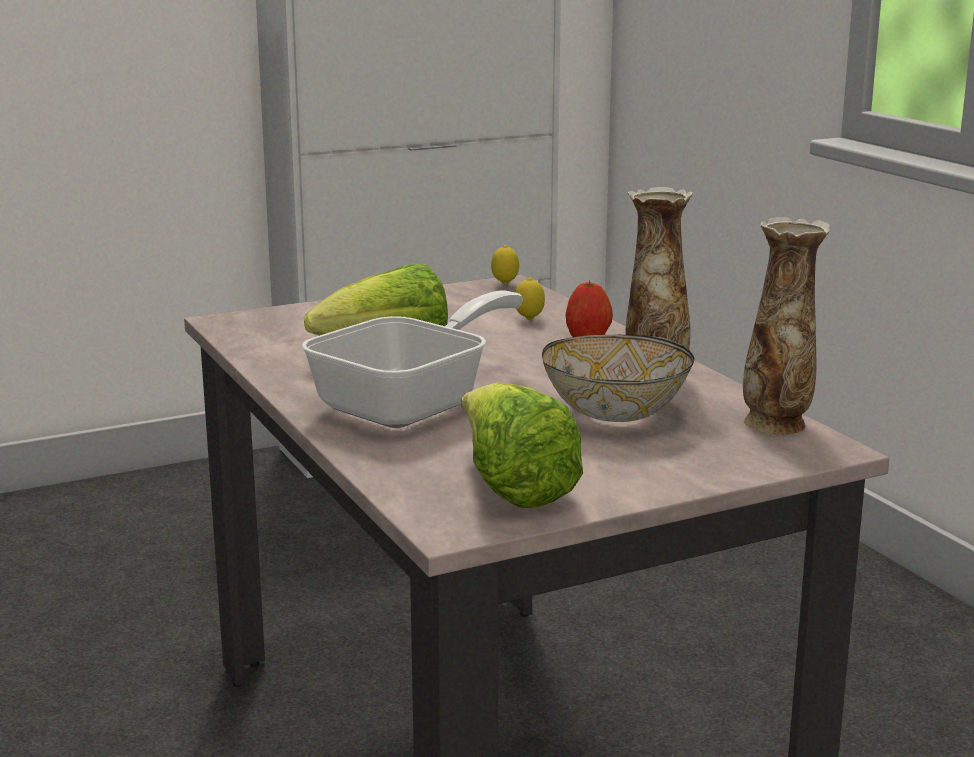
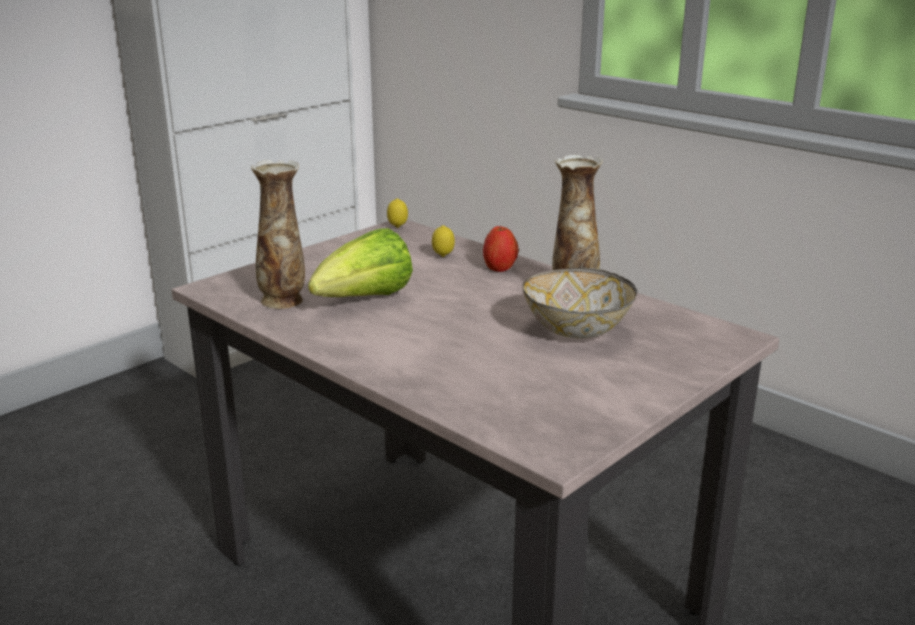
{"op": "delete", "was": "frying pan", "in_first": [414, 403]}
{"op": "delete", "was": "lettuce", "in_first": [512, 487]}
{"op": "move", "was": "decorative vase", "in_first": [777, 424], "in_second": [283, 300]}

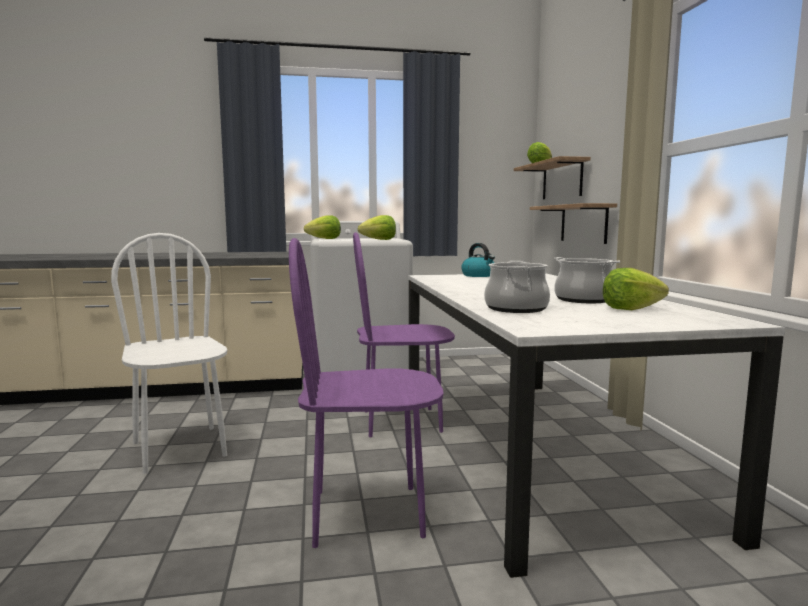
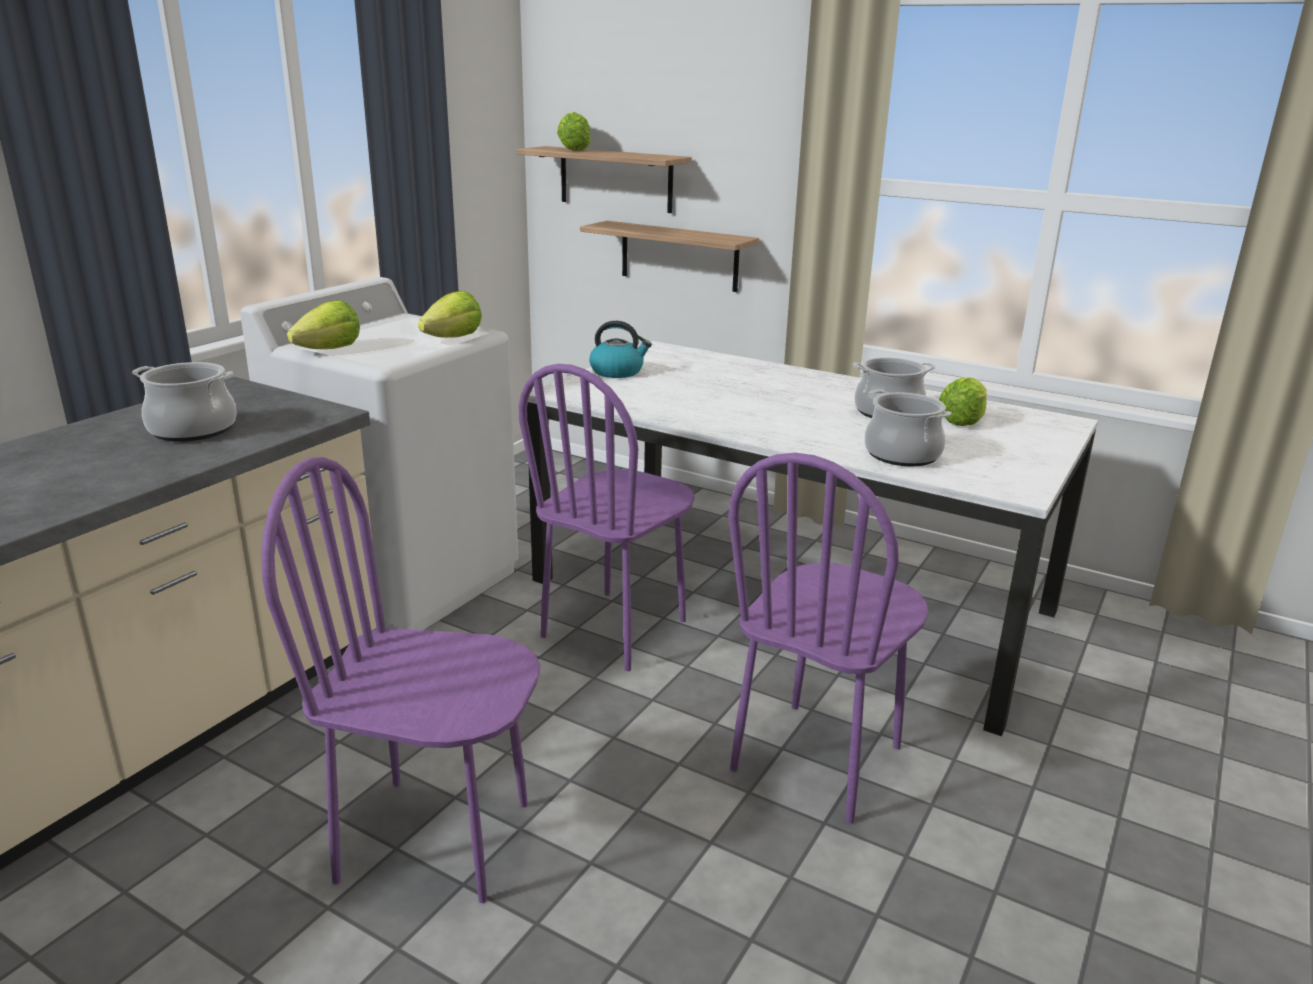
{"op": "recolor", "was": "white chair", "now": "purple-coloured chair", "in_first": [180, 449], "in_second": [435, 839]}
{"op": "insert", "now": "cooking pot", "in_second": [192, 429]}

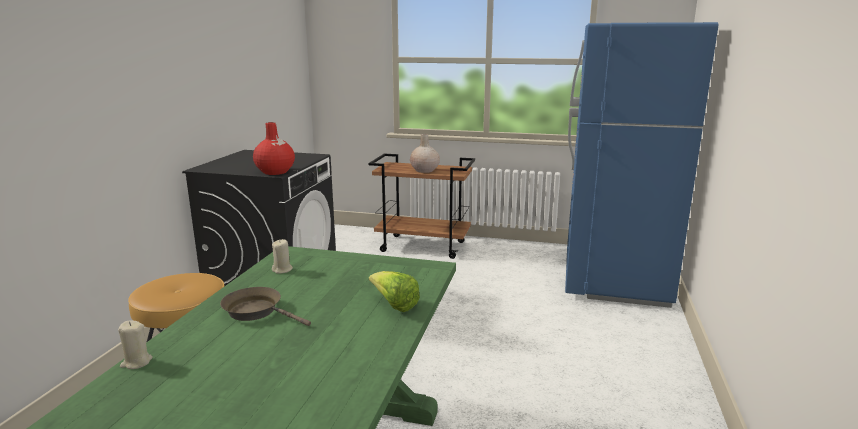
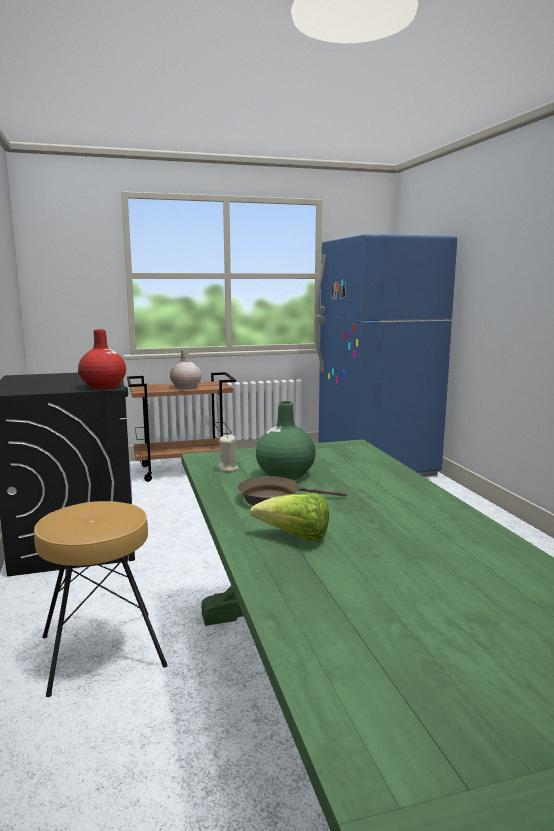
{"op": "delete", "was": "beige wax candle", "in_first": [136, 362]}
{"op": "move", "was": "lettuce", "in_first": [394, 305], "in_second": [295, 537]}
{"op": "insert", "now": "greenish decorative vase", "in_second": [285, 474]}

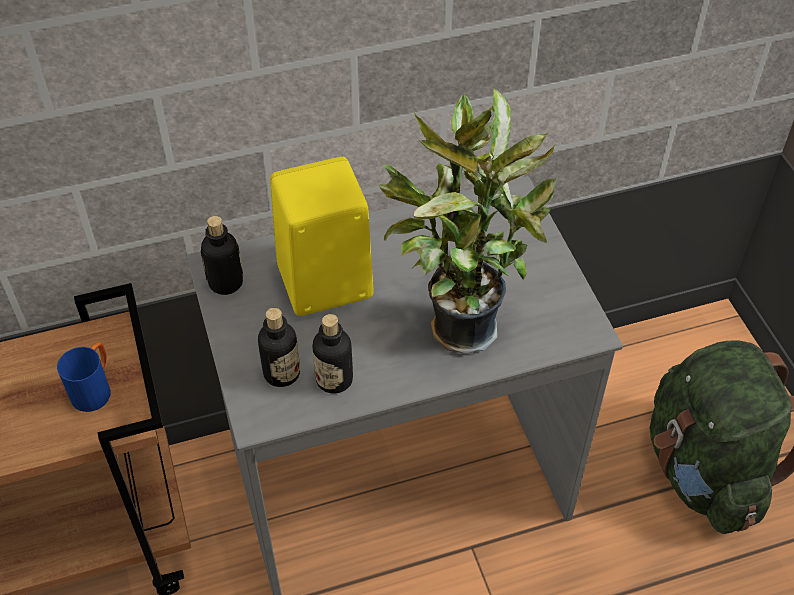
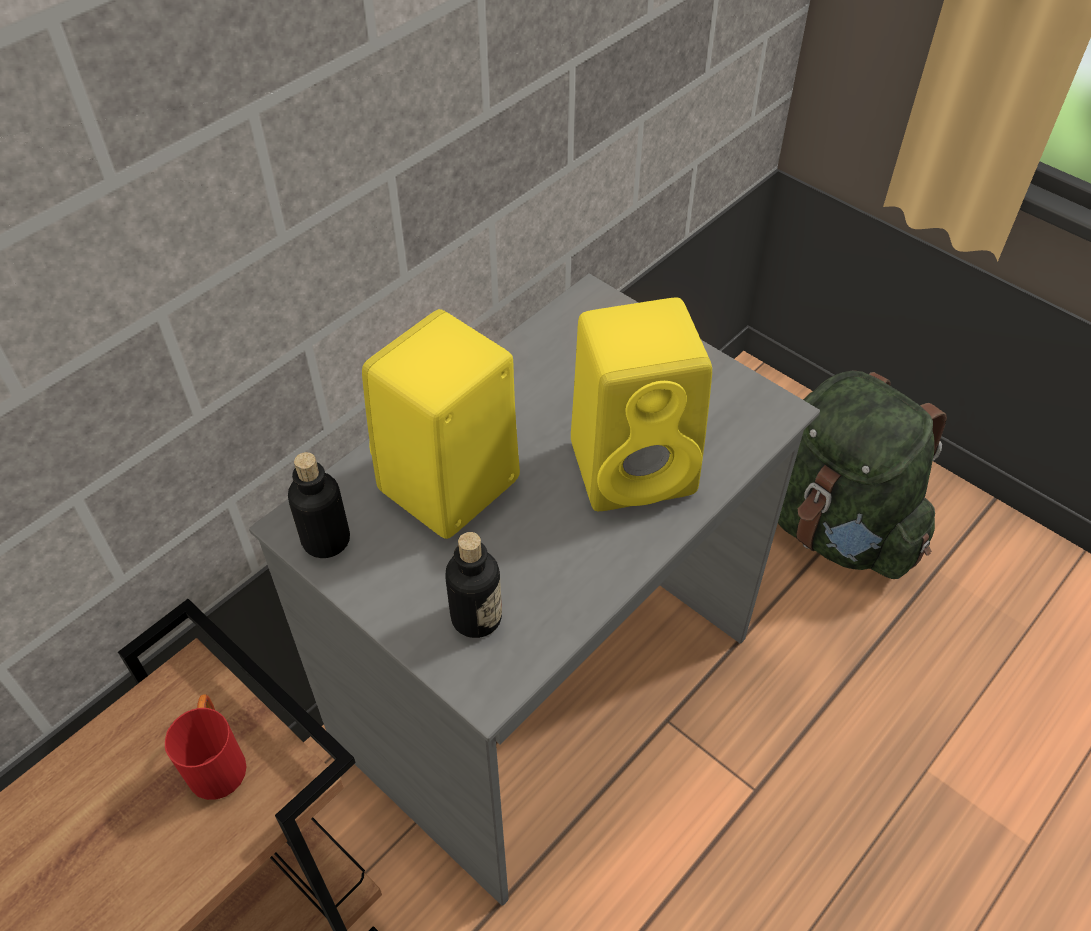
{"op": "recolor", "was": "blue-coloured tea mug", "now": "red tea mug", "in_first": [95, 389], "in_second": [217, 760]}
{"op": "delete", "was": "bottle", "in_first": [334, 379]}
{"op": "replace", "was": "plant in a pot", "now": "yellow speaker", "in_first": [457, 325], "in_second": [636, 466]}

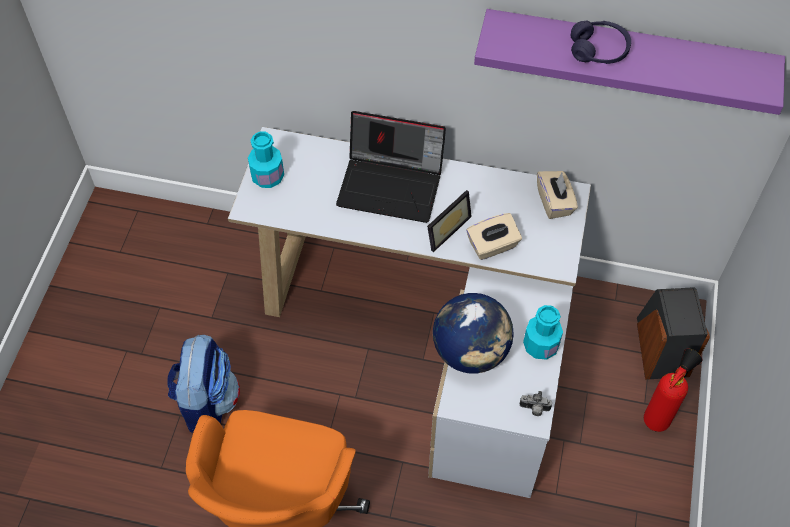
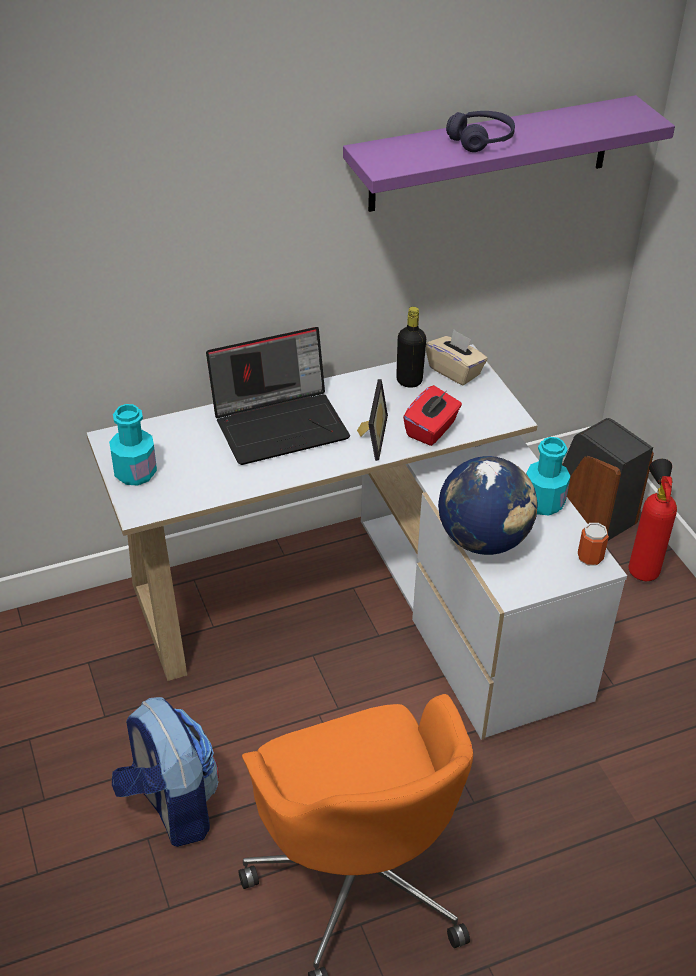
{"op": "recolor", "was": "beige tissue holder", "now": "red tissue holder", "in_first": [492, 246], "in_second": [431, 430]}
{"op": "replace", "was": "still camera", "now": "metal can", "in_first": [534, 409], "in_second": [590, 557]}
{"op": "insert", "now": "black bottle", "in_second": [409, 381]}

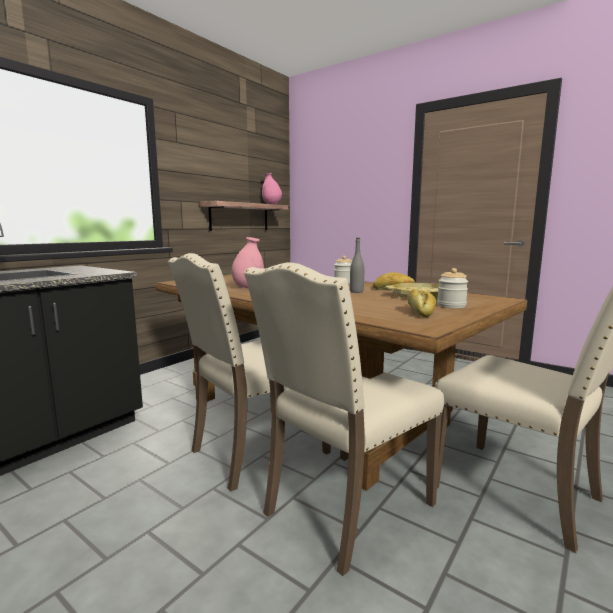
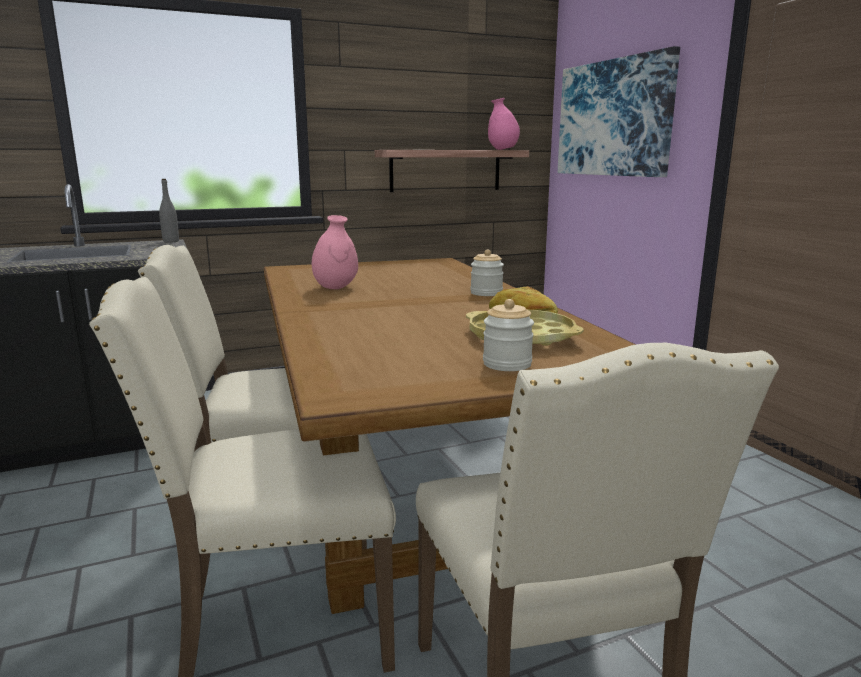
{"op": "move", "was": "grey bottle", "in_first": [356, 292], "in_second": [171, 241]}
{"op": "delete", "was": "bakery bread", "in_first": [420, 312]}
{"op": "insert", "now": "picture", "in_second": [613, 118]}

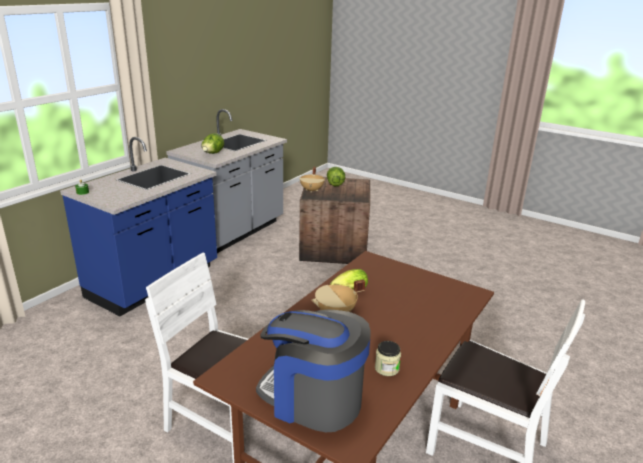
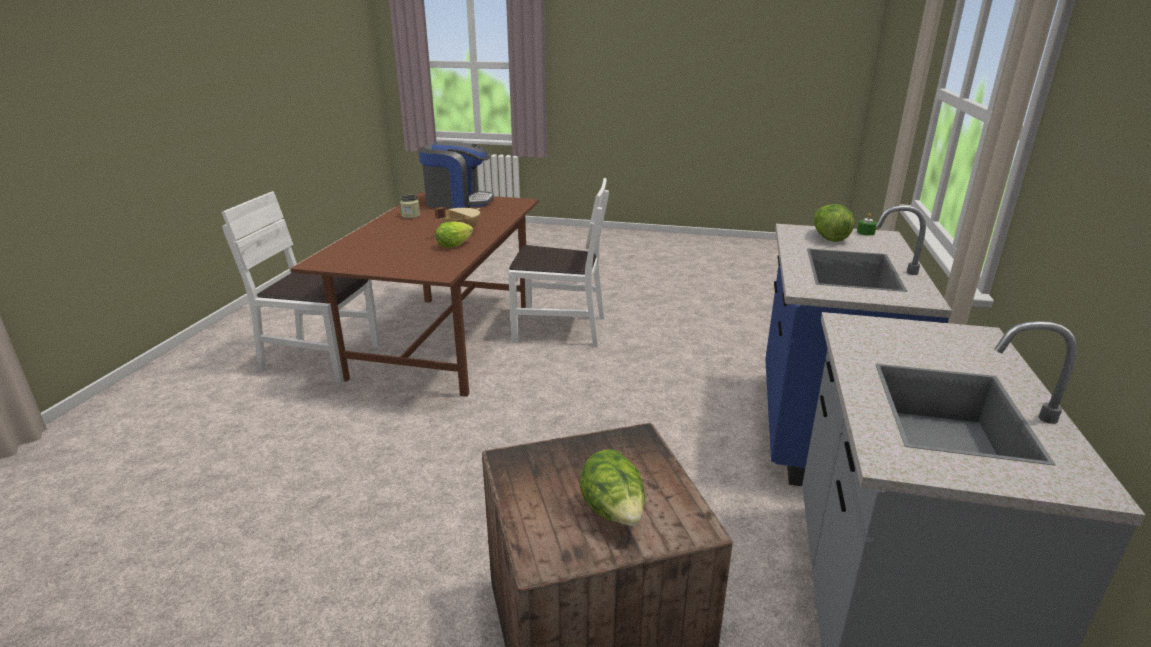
{"op": "move", "was": "lettuce", "in_first": [212, 154], "in_second": [829, 238]}
{"op": "delete", "was": "beige cooking pot", "in_first": [312, 190]}

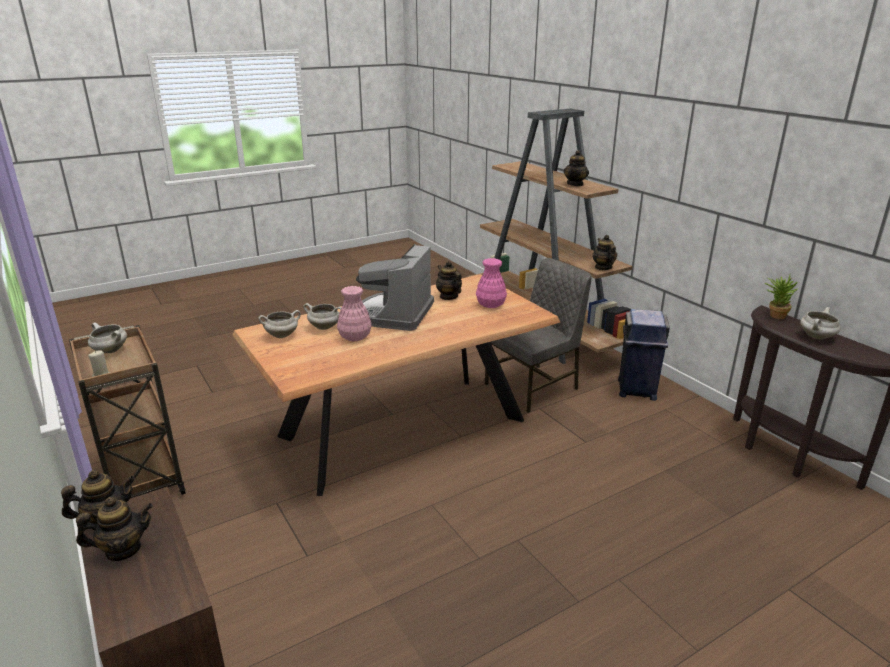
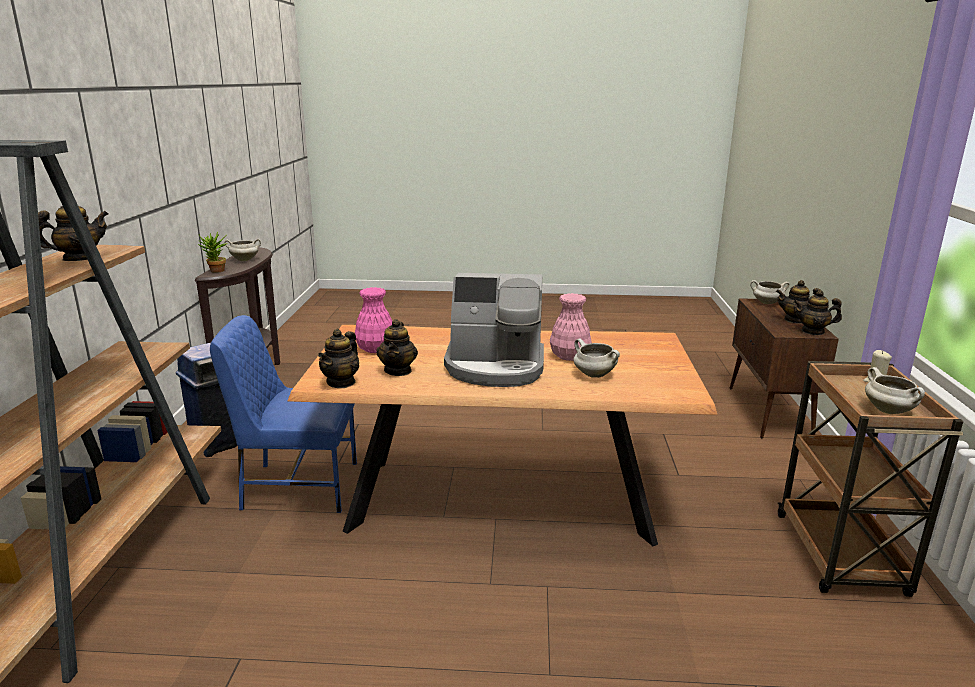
{"op": "move", "was": "white cooking pot", "in_first": [282, 335], "in_second": [766, 303]}
{"op": "rotate", "was": "coffee brewer", "in_first": [395, 314], "in_second": [495, 367], "clockwise": 45}
{"op": "recolor", "was": "grey chair", "now": "blue-coloured chair", "in_first": [533, 387], "in_second": [298, 486]}
{"op": "move", "was": "teapot", "in_first": [603, 267], "in_second": [341, 382]}

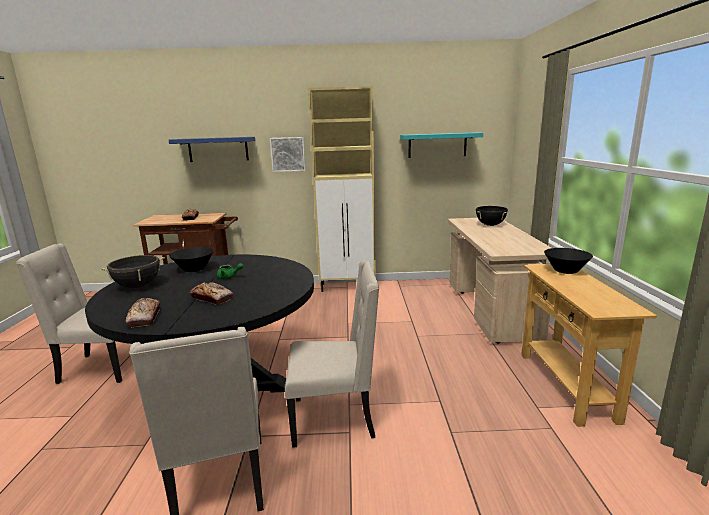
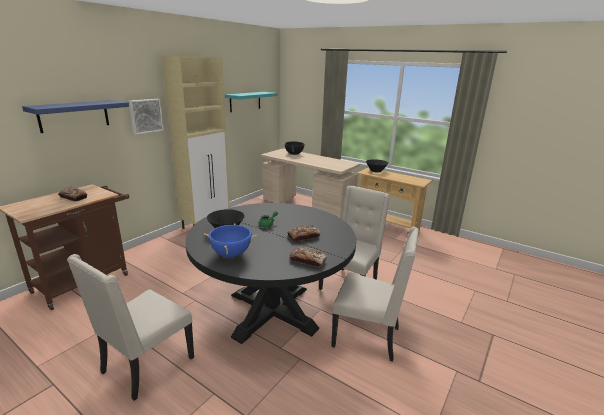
{"op": "recolor", "was": "black cooking pot", "now": "blue-coloured cooking pot", "in_first": [138, 286], "in_second": [231, 254]}

